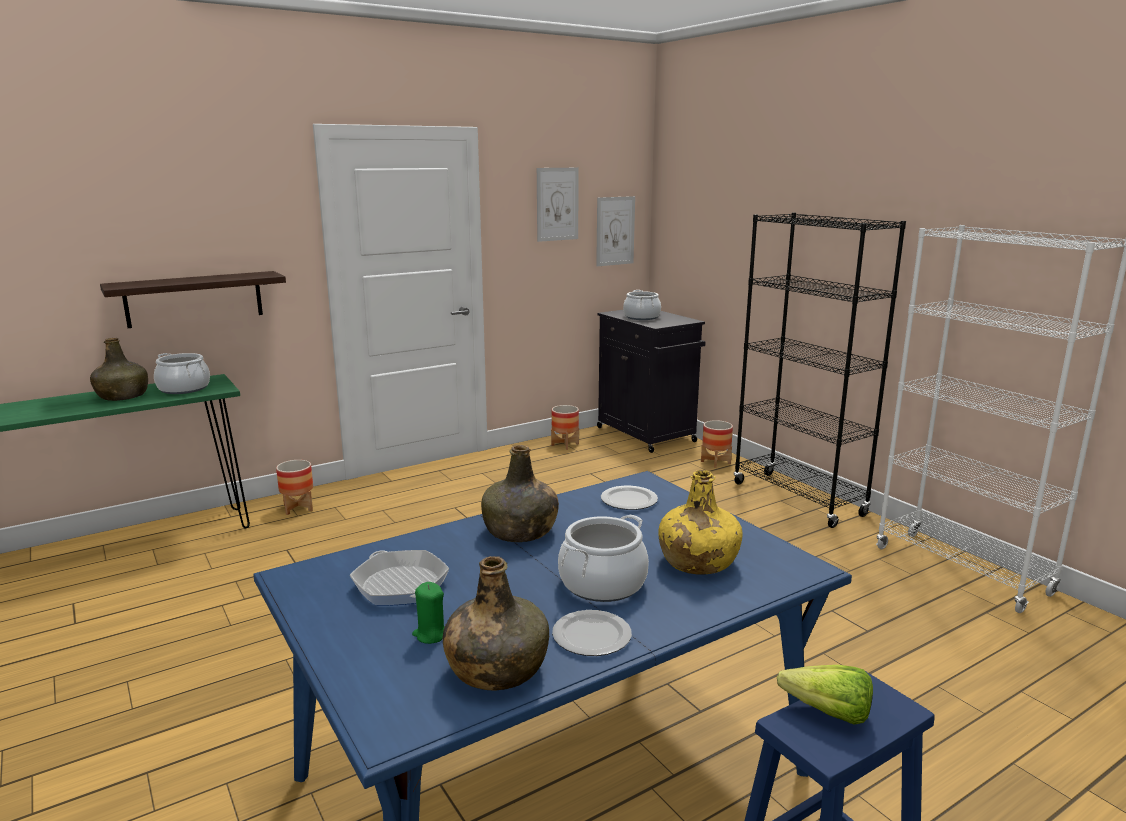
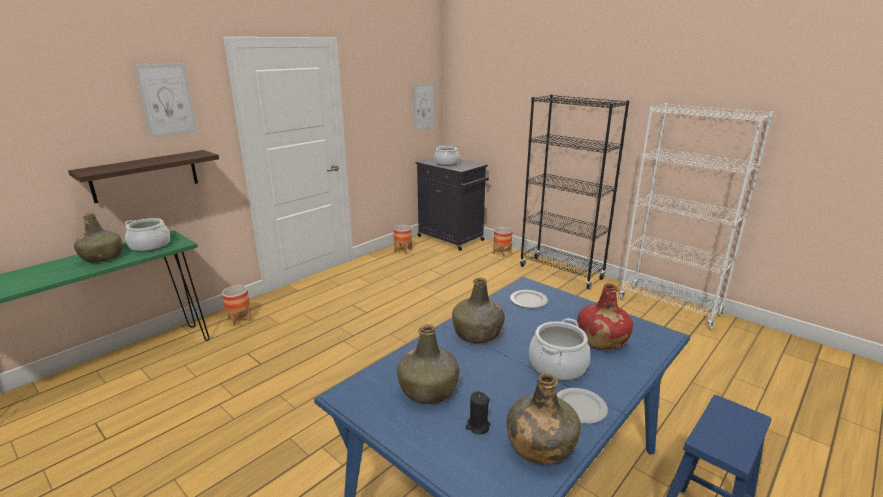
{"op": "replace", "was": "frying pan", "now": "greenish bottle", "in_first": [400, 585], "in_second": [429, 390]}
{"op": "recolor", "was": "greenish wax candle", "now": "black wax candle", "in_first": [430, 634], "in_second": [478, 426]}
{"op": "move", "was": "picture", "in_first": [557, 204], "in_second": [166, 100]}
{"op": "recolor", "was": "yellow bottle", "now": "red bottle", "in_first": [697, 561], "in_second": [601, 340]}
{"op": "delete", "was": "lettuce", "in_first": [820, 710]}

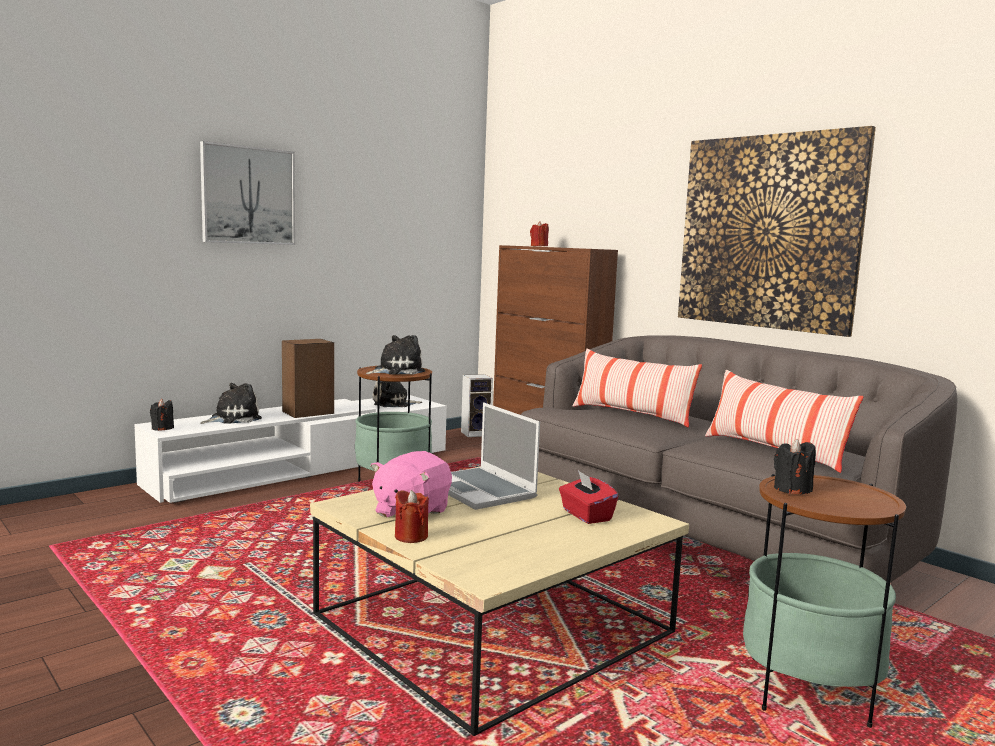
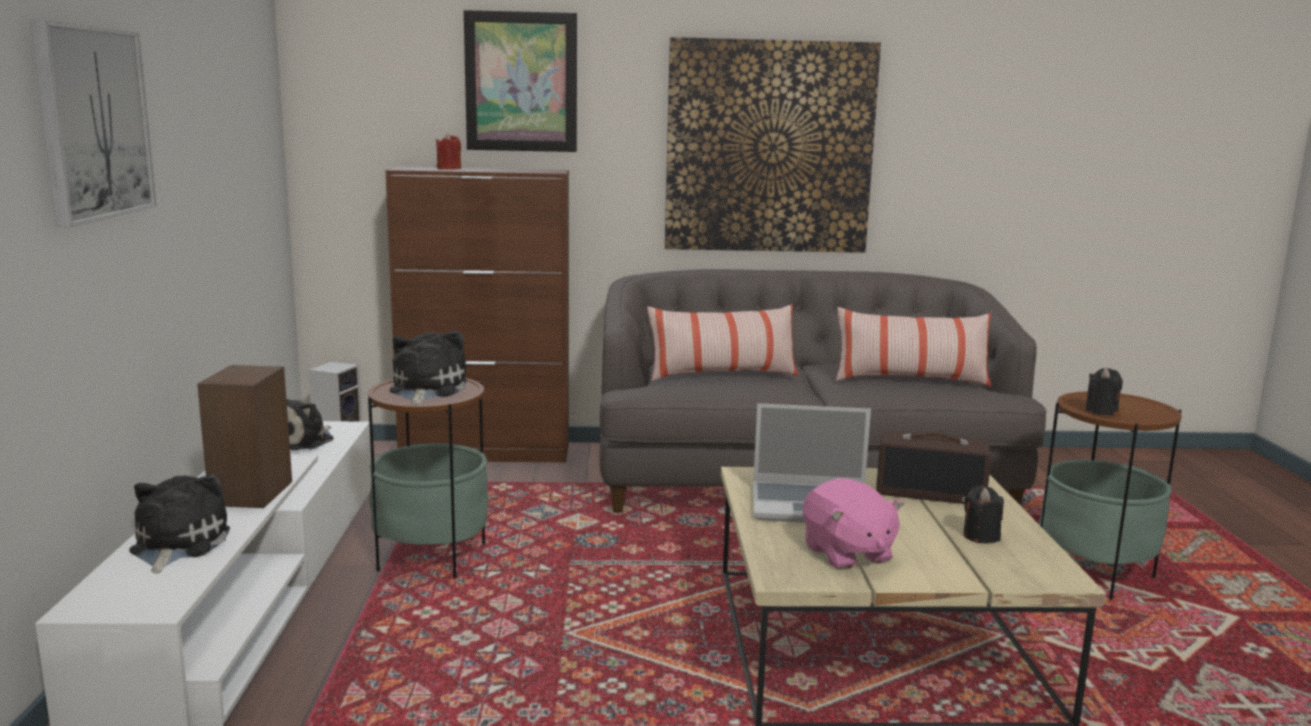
{"op": "move", "was": "black wax candle", "in_first": [162, 428], "in_second": [981, 536]}
{"op": "delete", "was": "red wax candle", "in_first": [411, 536]}
{"op": "replace", "was": "red tissue holder", "now": "radio set", "in_first": [586, 515], "in_second": [931, 492]}
{"op": "insert", "now": "picture", "in_second": [521, 82]}

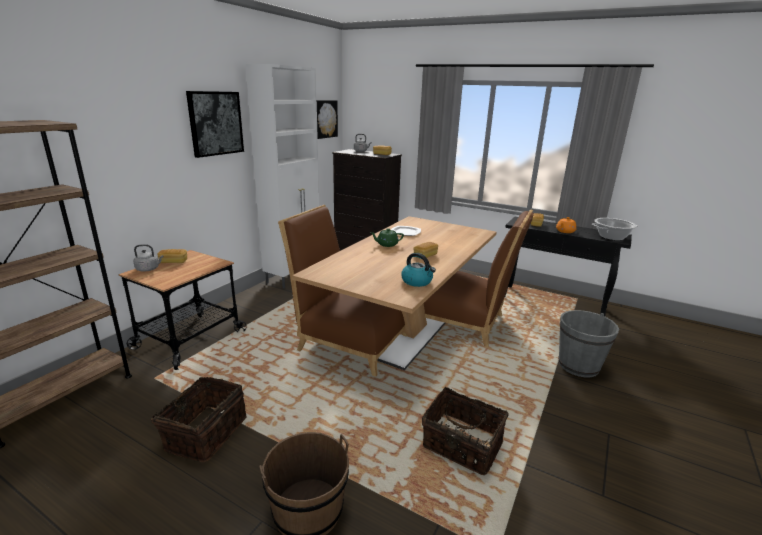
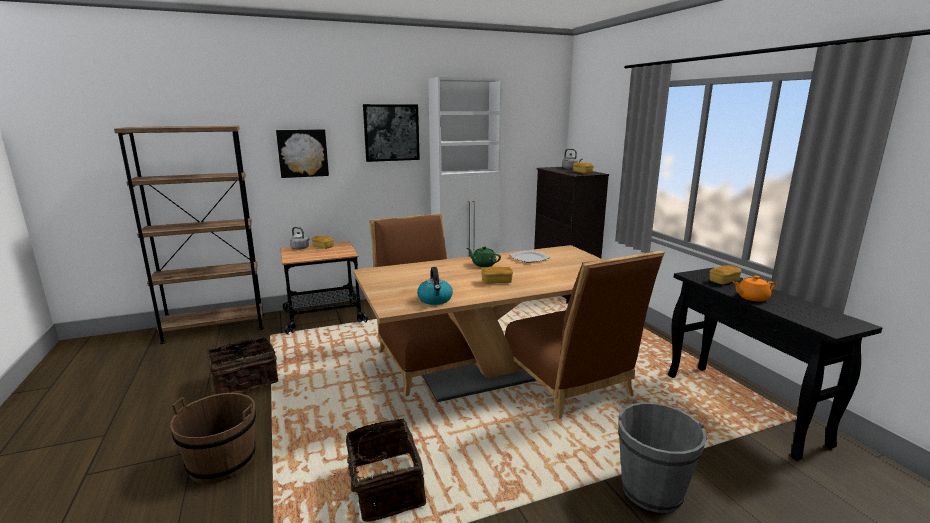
{"op": "move", "was": "picture", "in_first": [324, 119], "in_second": [302, 153]}
{"op": "delete", "was": "cooking pot", "in_first": [611, 237]}

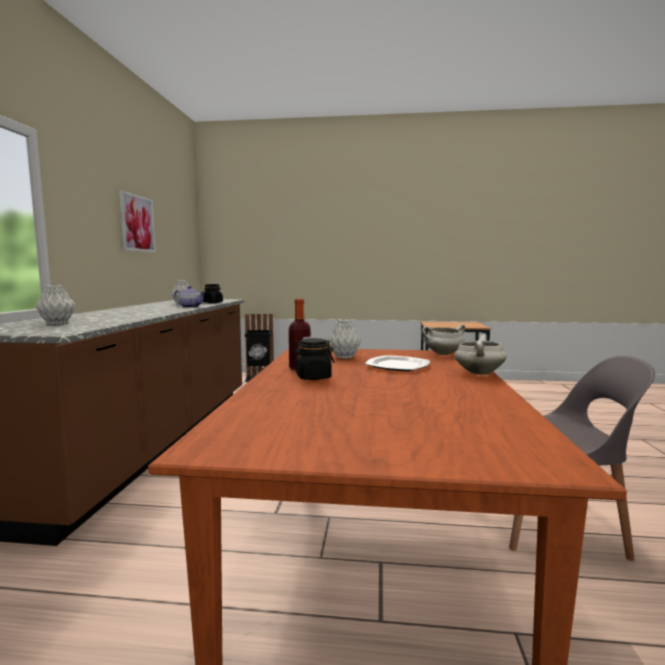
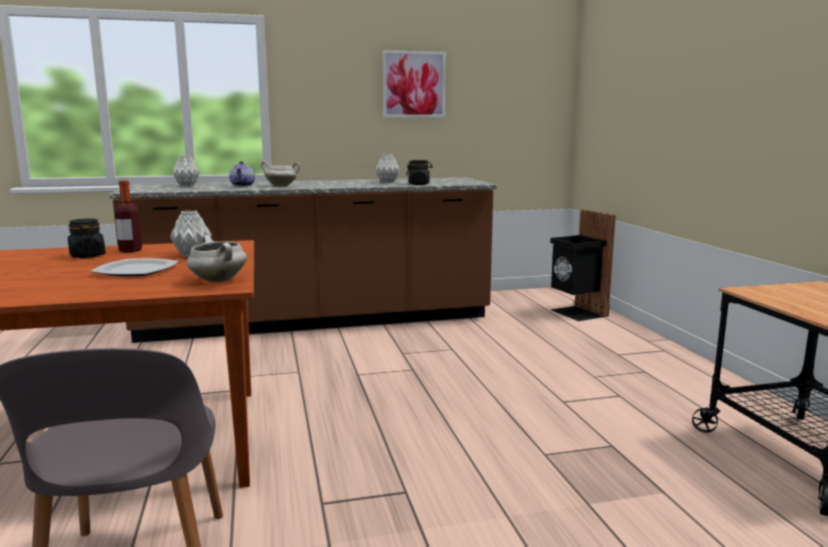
{"op": "move", "was": "teapot", "in_first": [190, 307], "in_second": [243, 185]}
{"op": "move", "was": "white cooking pot", "in_first": [478, 373], "in_second": [281, 186]}

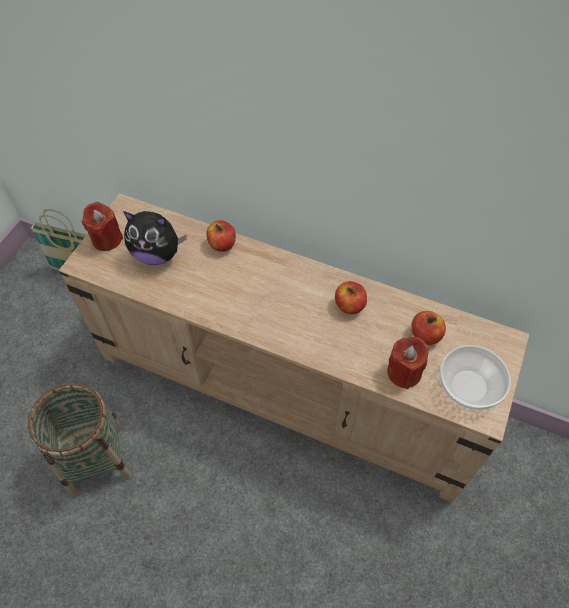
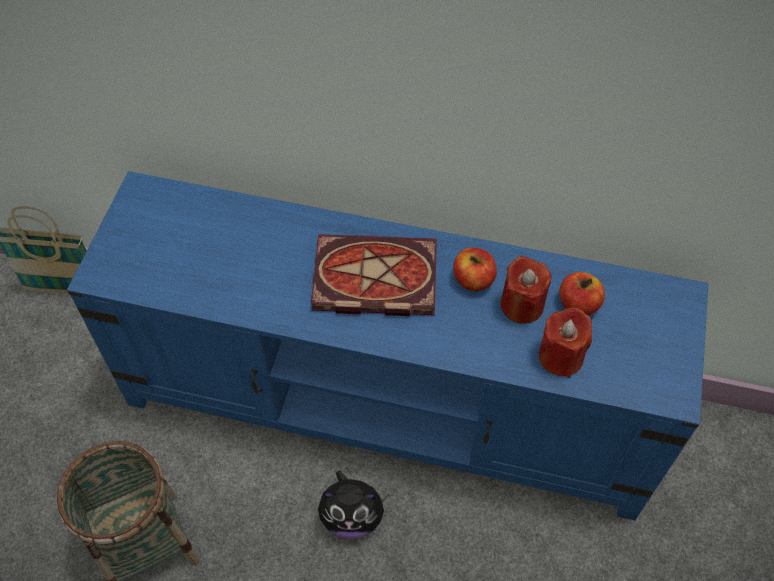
{"op": "recolor", "was": "beige tv unit", "now": "blue-coloured tv unit", "in_first": [287, 386], "in_second": [389, 403]}
{"op": "move", "was": "red wax candle", "in_first": [107, 239], "in_second": [522, 305]}
{"op": "move", "was": "cuddly toy", "in_first": [157, 254], "in_second": [352, 516]}
{"op": "delete", "was": "apple", "in_first": [222, 244]}
{"op": "delete", "was": "deep dish", "in_first": [468, 386]}
{"op": "insert", "now": "book", "in_second": [371, 279]}

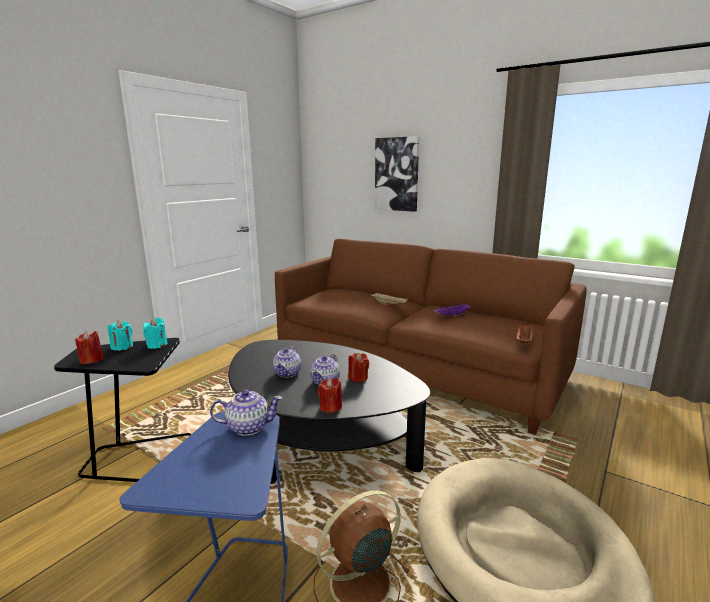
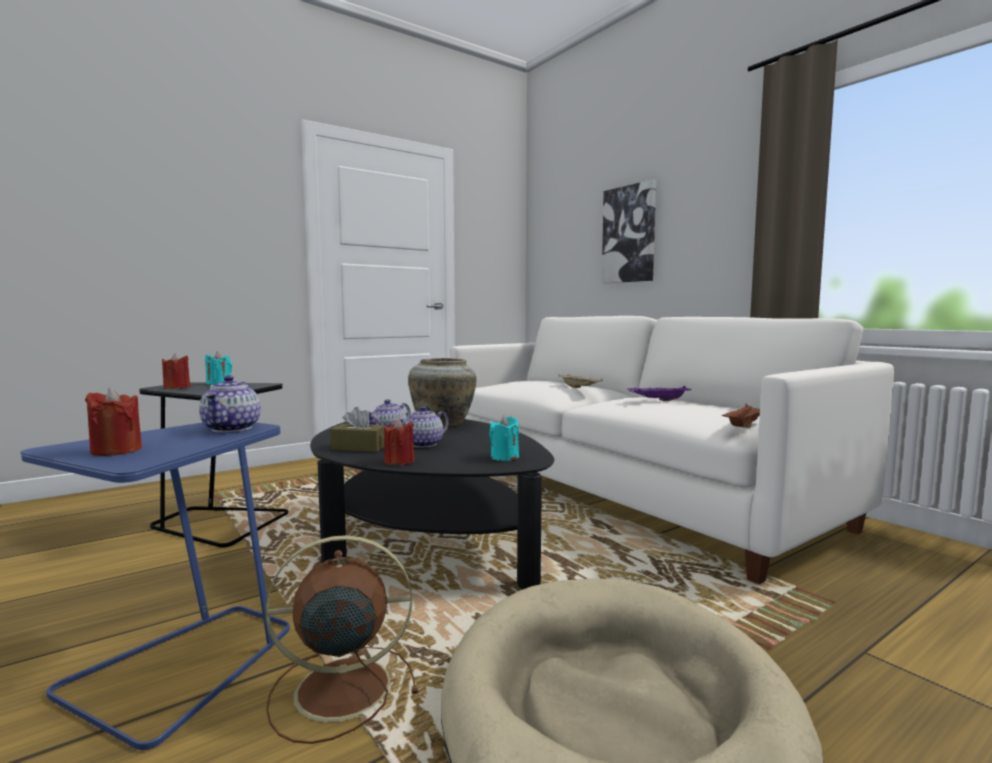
{"op": "move", "was": "turquoise wax candle", "in_first": [157, 345], "in_second": [504, 457]}
{"op": "rotate", "was": "teapot", "in_first": [248, 427], "in_second": [232, 428], "clockwise": 75}
{"op": "recolor", "was": "brown settee", "now": "white settee", "in_first": [416, 368], "in_second": [622, 491]}
{"op": "move", "was": "red wax candle", "in_first": [358, 378], "in_second": [116, 450]}
{"op": "insert", "now": "brown tissue holder", "in_second": [359, 447]}
{"op": "insert", "now": "beige decorative vase", "in_second": [443, 424]}

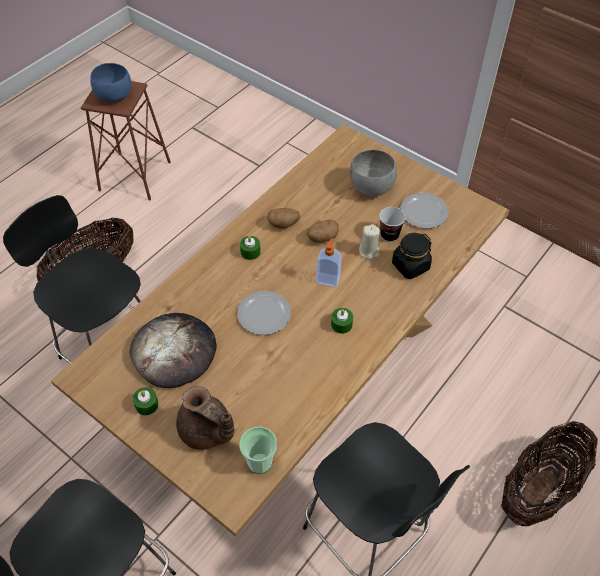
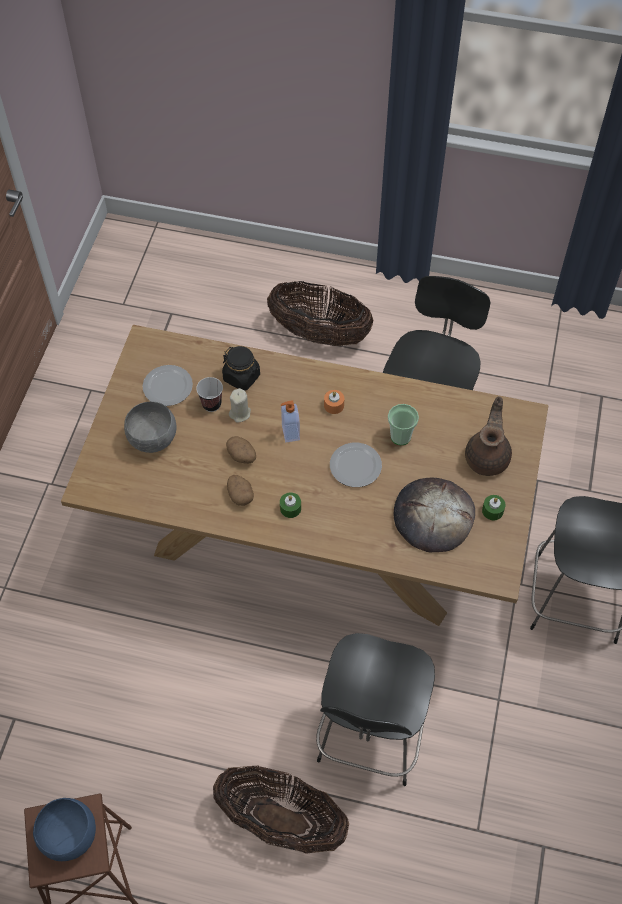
{"op": "move", "was": "drinking cup", "in_first": [260, 462], "in_second": [400, 436]}
{"op": "recolor", "was": "greenish wax candle", "now": "orangey wax candle", "in_first": [341, 324], "in_second": [334, 405]}

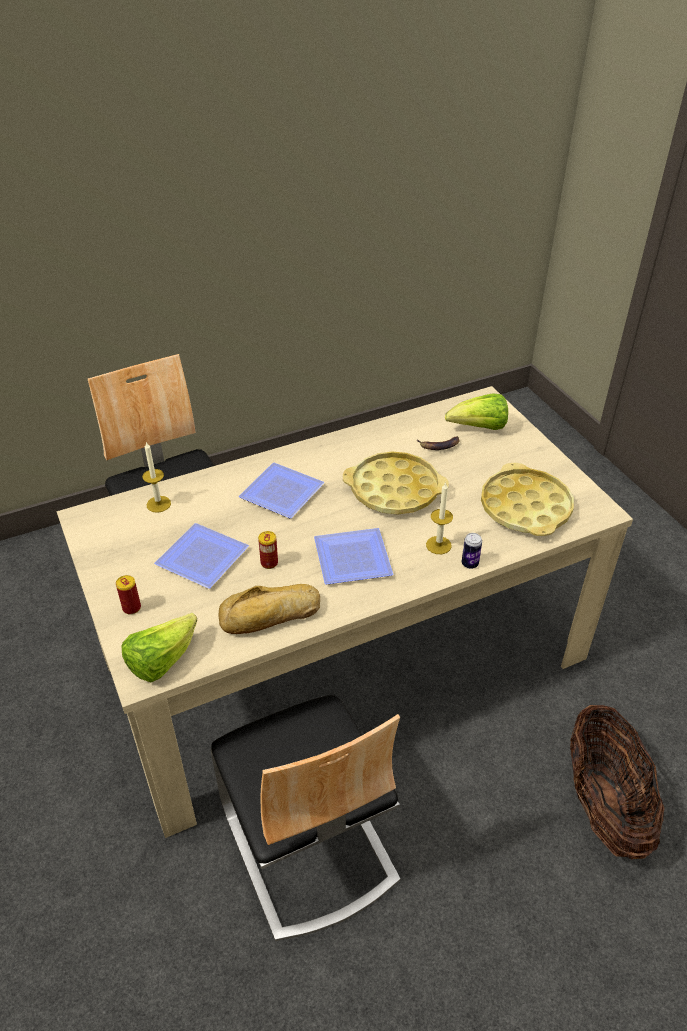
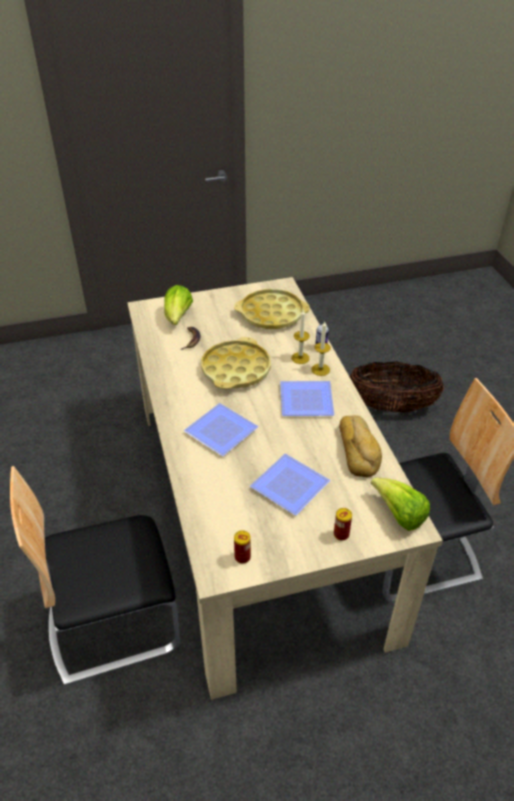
{"op": "move", "was": "wax candle", "in_first": [158, 504], "in_second": [320, 369]}
{"op": "move", "was": "metal can", "in_first": [269, 563], "in_second": [242, 557]}

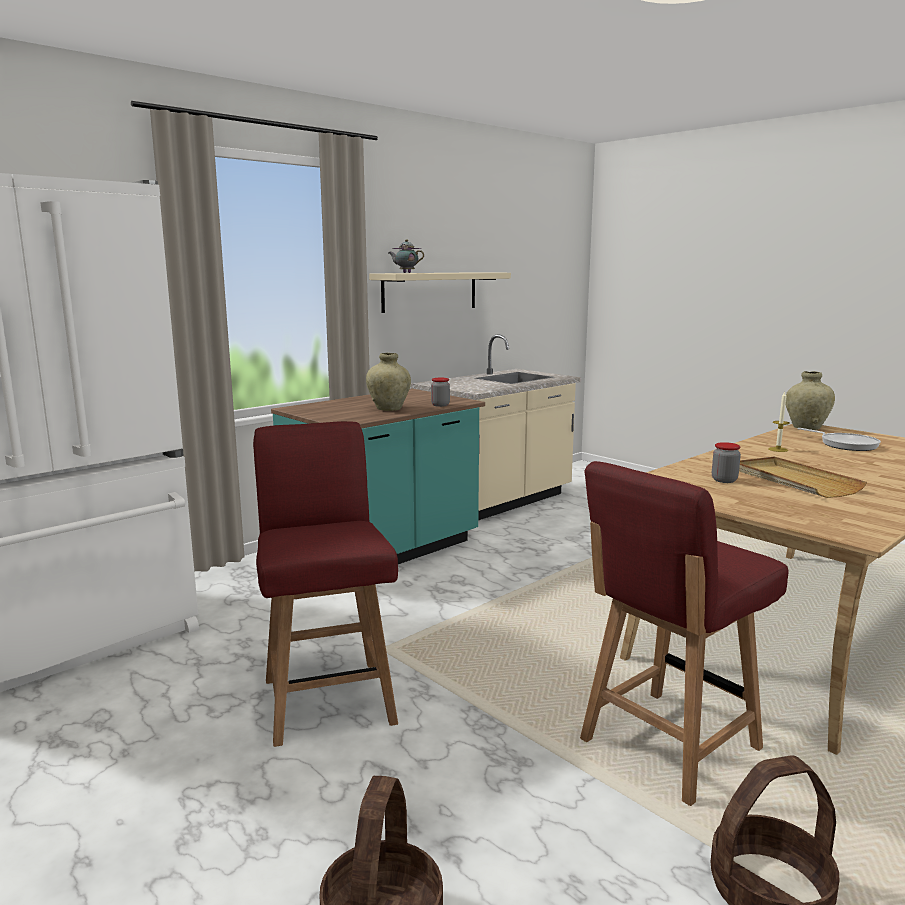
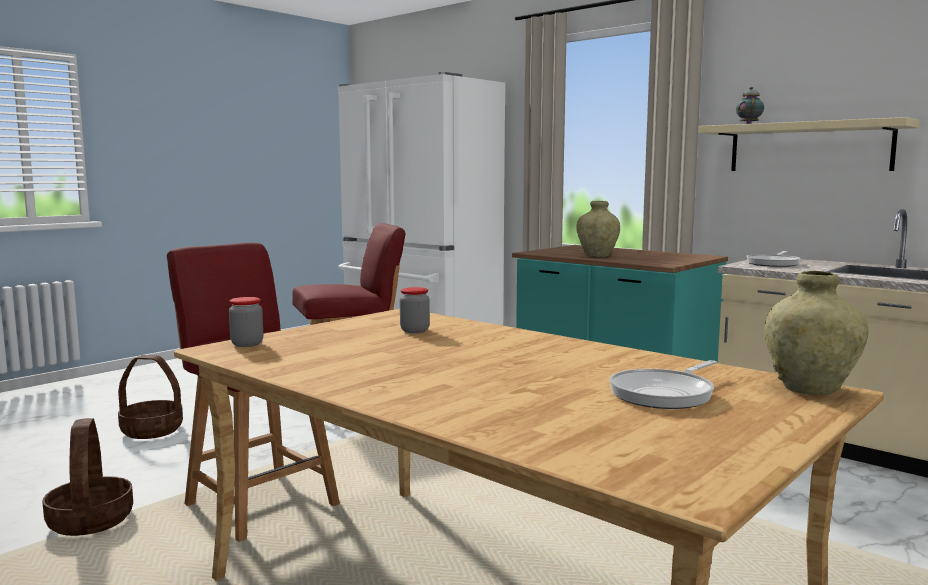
{"op": "move", "was": "storage jar", "in_first": [440, 405], "in_second": [247, 344]}
{"op": "delete", "was": "beige tray", "in_first": [794, 480]}
{"op": "delete", "was": "wax candle", "in_first": [778, 449]}
{"op": "insert", "now": "frying pan", "in_second": [773, 263]}

